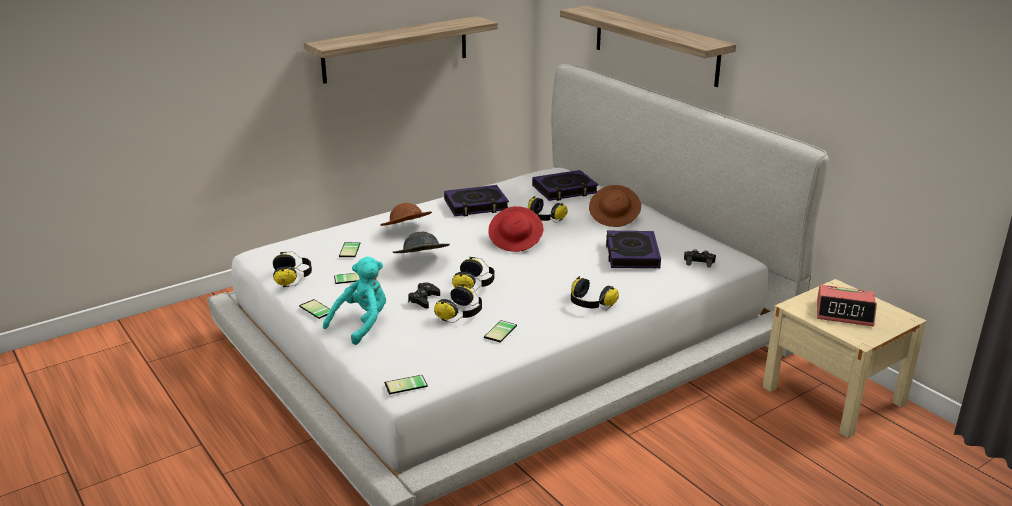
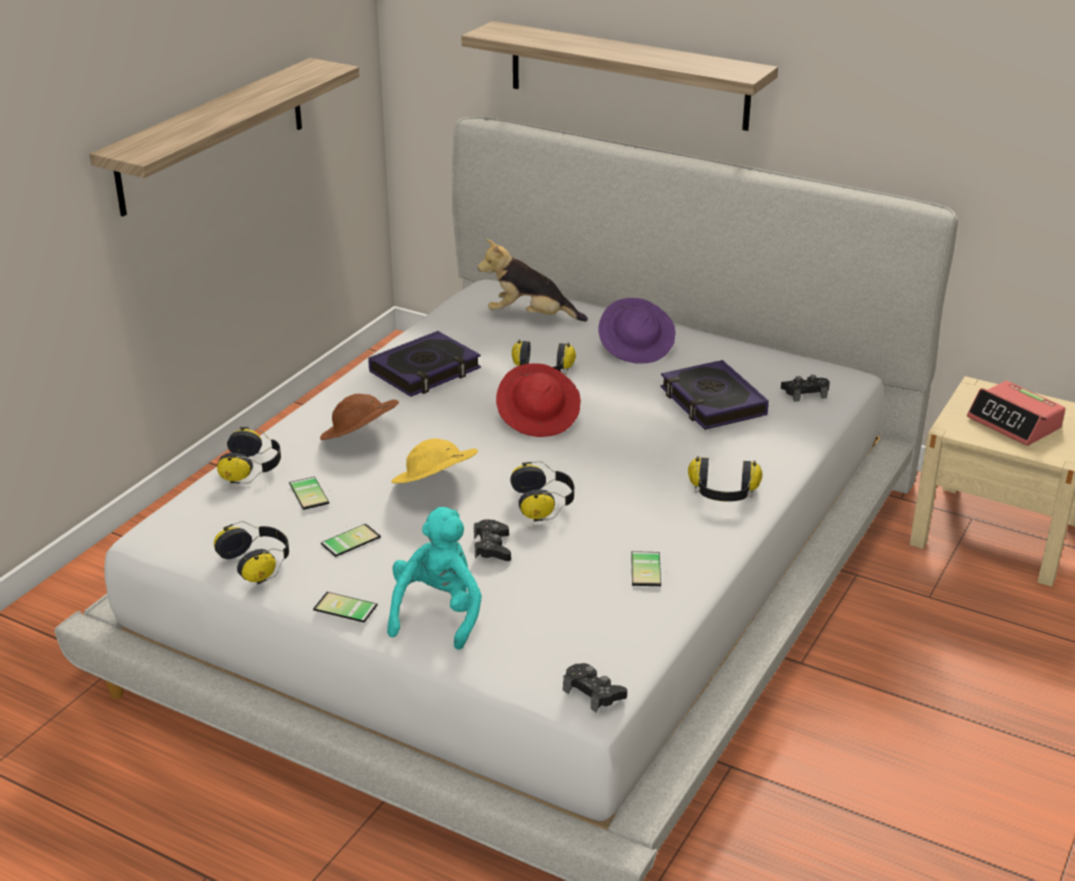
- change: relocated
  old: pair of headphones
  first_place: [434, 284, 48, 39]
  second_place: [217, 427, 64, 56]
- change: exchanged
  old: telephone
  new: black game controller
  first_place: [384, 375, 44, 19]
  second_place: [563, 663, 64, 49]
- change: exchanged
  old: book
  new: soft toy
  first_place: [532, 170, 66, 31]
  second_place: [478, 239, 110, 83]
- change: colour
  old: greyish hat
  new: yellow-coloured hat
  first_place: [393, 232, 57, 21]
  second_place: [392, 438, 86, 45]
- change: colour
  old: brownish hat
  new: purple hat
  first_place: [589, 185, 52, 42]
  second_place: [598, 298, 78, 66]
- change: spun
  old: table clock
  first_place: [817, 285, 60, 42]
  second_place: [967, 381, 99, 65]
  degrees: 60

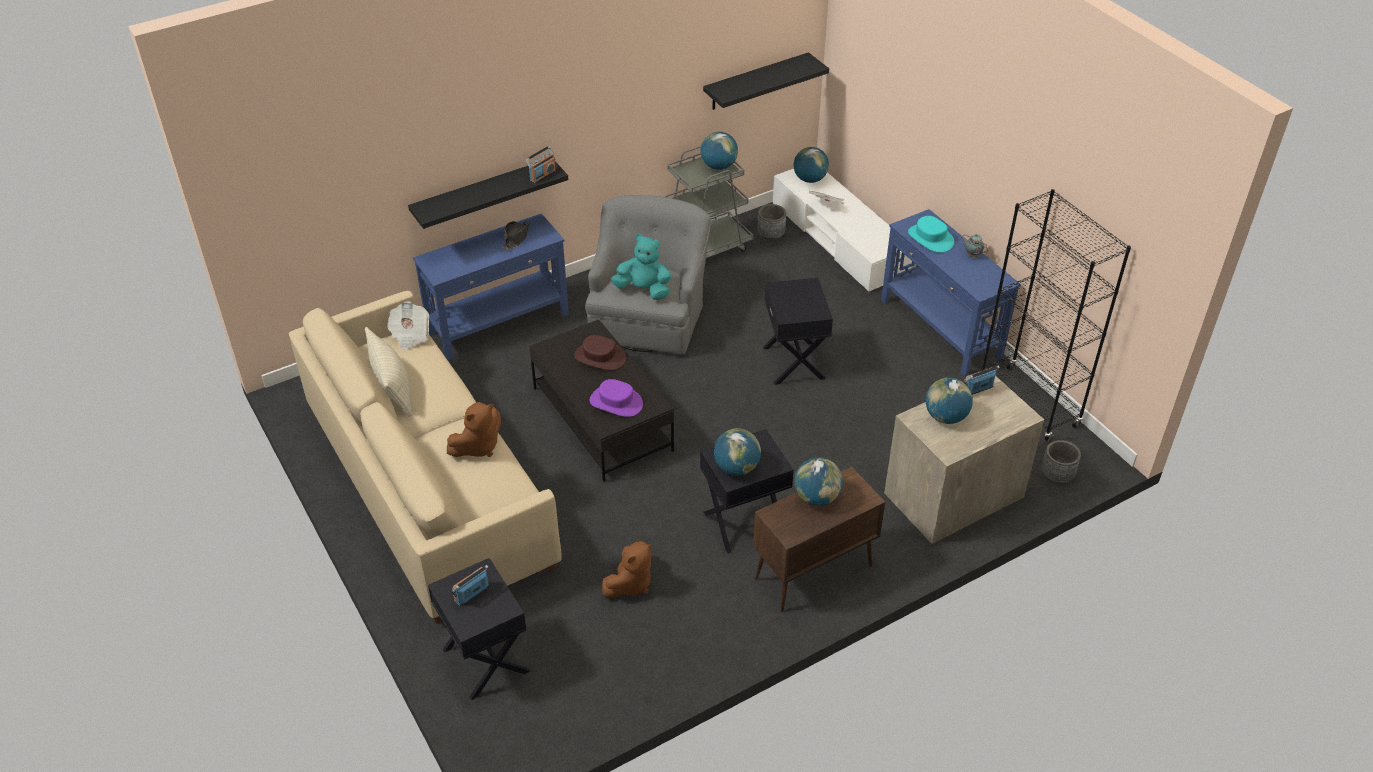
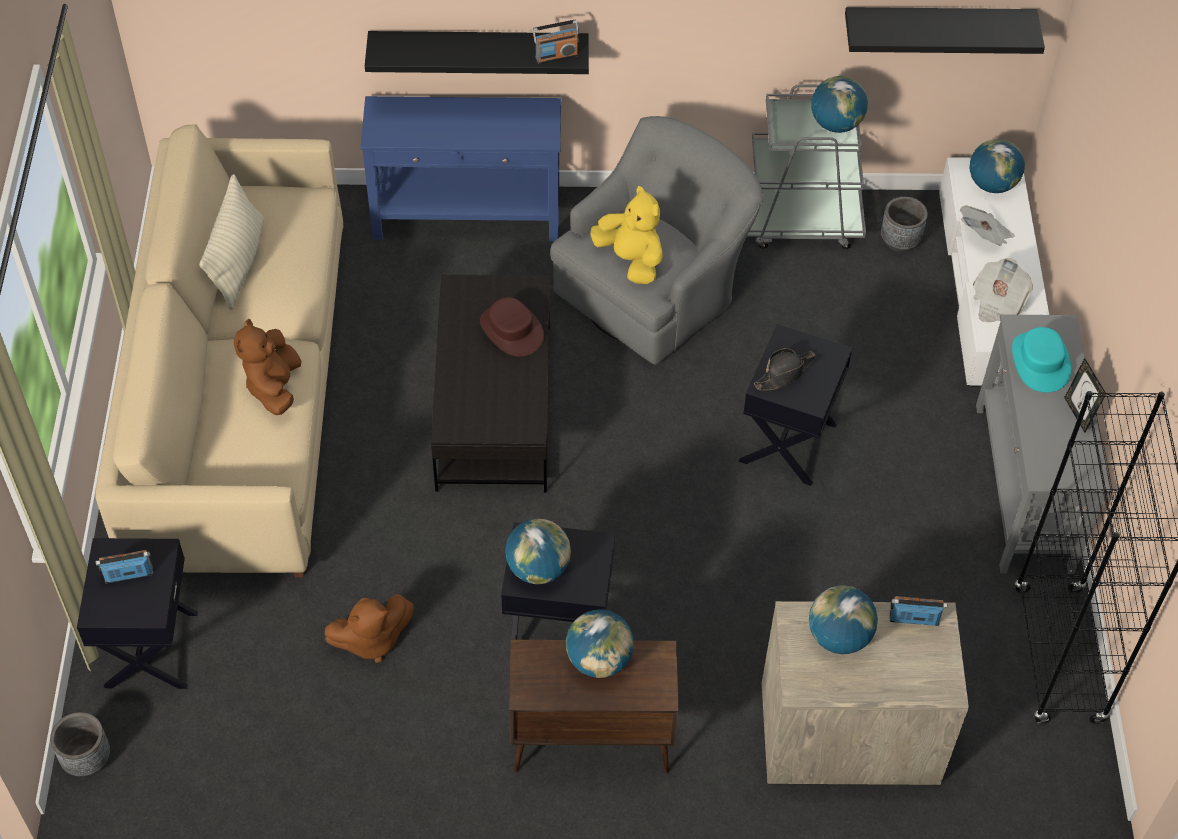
- change: missing
  old: purple hat
  first_place: [590, 379, 53, 38]
- change: relocated
  old: daily paper
  first_place: [387, 301, 42, 49]
  second_place: [973, 258, 60, 64]
- change: relocated
  old: black hat
  first_place: [502, 221, 28, 28]
  second_place: [754, 348, 62, 43]
- change: relocated
  old: greyish planter
  first_place: [1041, 440, 40, 45]
  second_place: [50, 712, 60, 64]
- change: exchanged
  old: pot for tea
  new: photo frame
  first_place: [961, 234, 27, 23]
  second_place: [1064, 358, 42, 75]
- change: colour
  old: turquoise-coloured soft toy
  new: yellow-coloured soft toy
  first_place: [611, 234, 60, 66]
  second_place: [590, 186, 73, 98]
- change: colour
  old: bluish hall table
  new: greyish hall table
  first_place: [881, 209, 140, 168]
  second_place: [976, 315, 134, 259]
- change: spun
  old: brownish soft toy
  first_place: [447, 402, 54, 55]
  second_place: [234, 319, 68, 96]
  degrees: 105

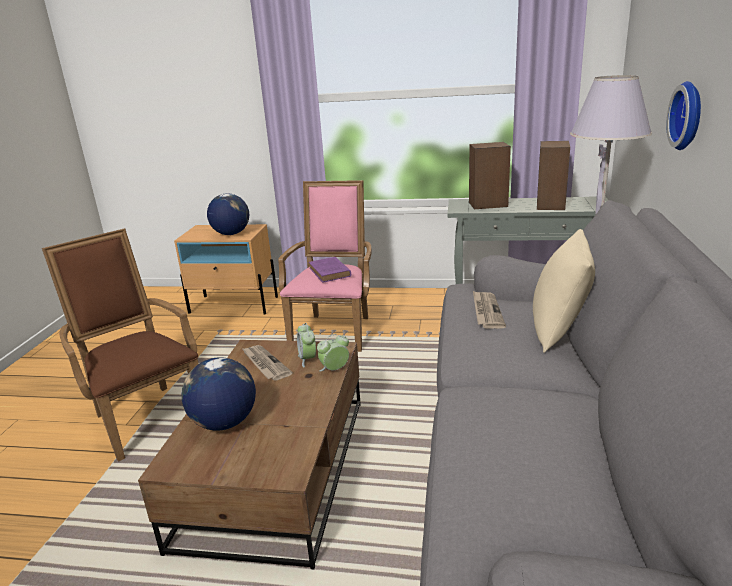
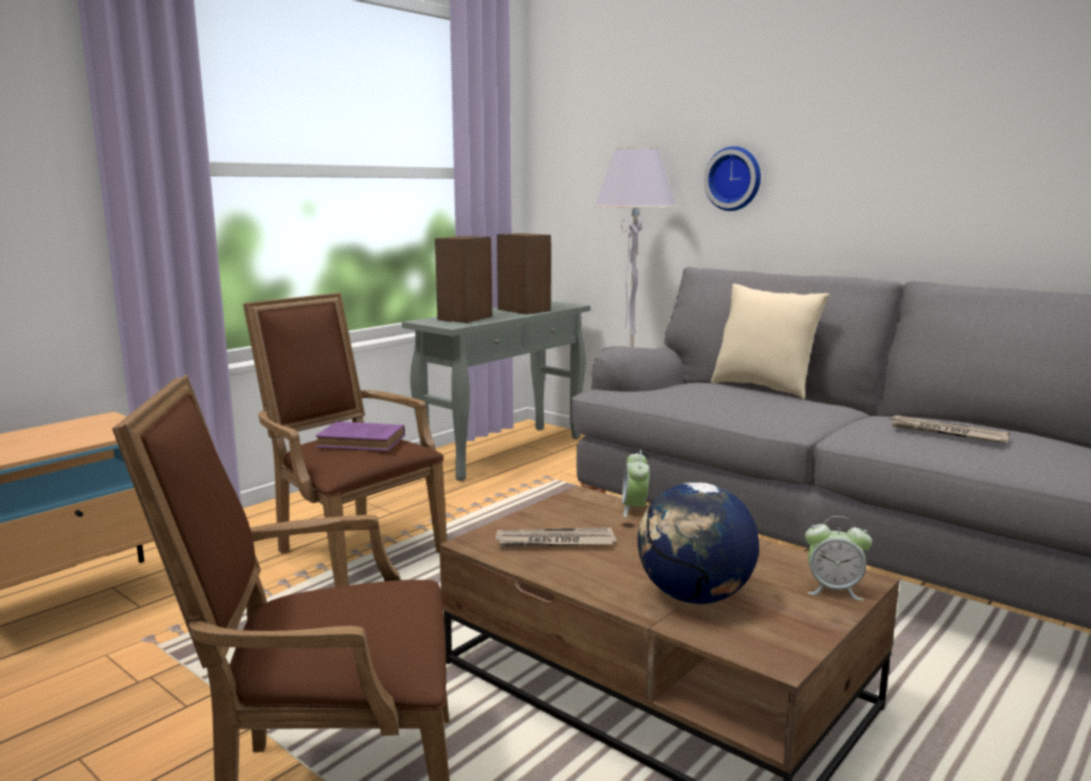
- change: missing
  old: world globe
  first_place: [207, 194, 42, 41]
- change: relocated
  old: table clock
  first_place: [297, 323, 19, 45]
  second_place: [805, 516, 67, 84]
- change: relocated
  old: daily paper
  first_place: [473, 291, 33, 38]
  second_place: [889, 415, 121, 28]
- change: colour
  old: pinkish armchair
  new: brownish armchair
  first_place: [278, 180, 94, 172]
  second_place: [243, 293, 204, 294]

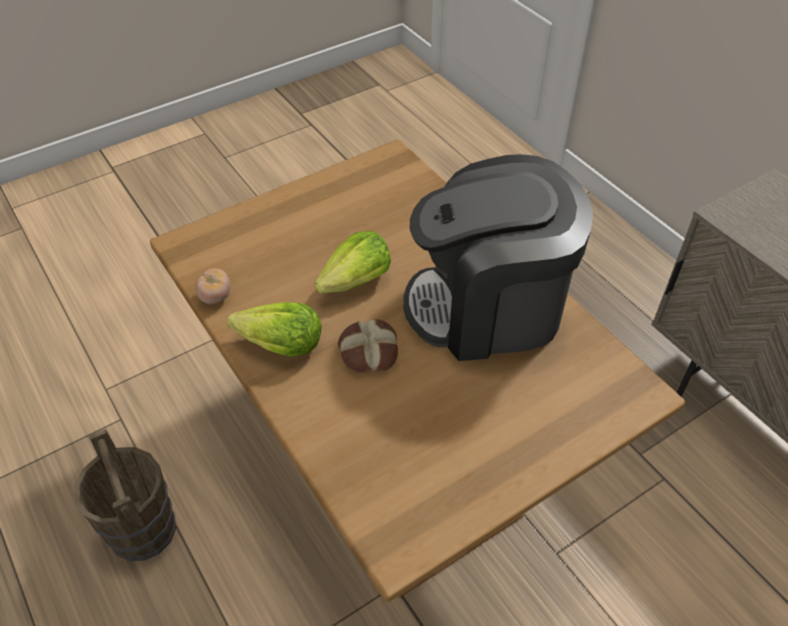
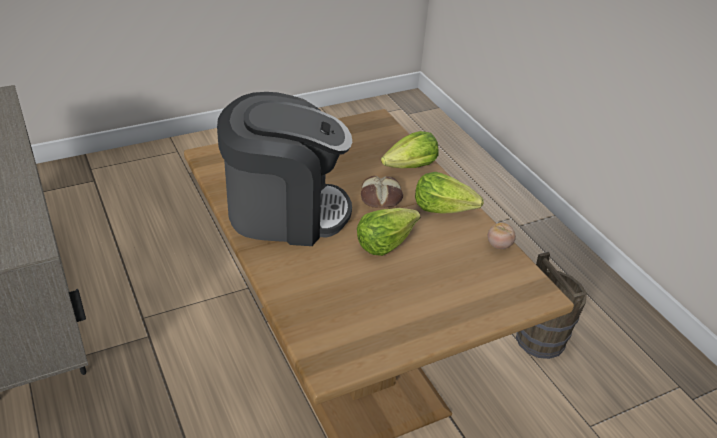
- change: appeared
  new: lettuce head
  second_place: [381, 131, 57, 37]

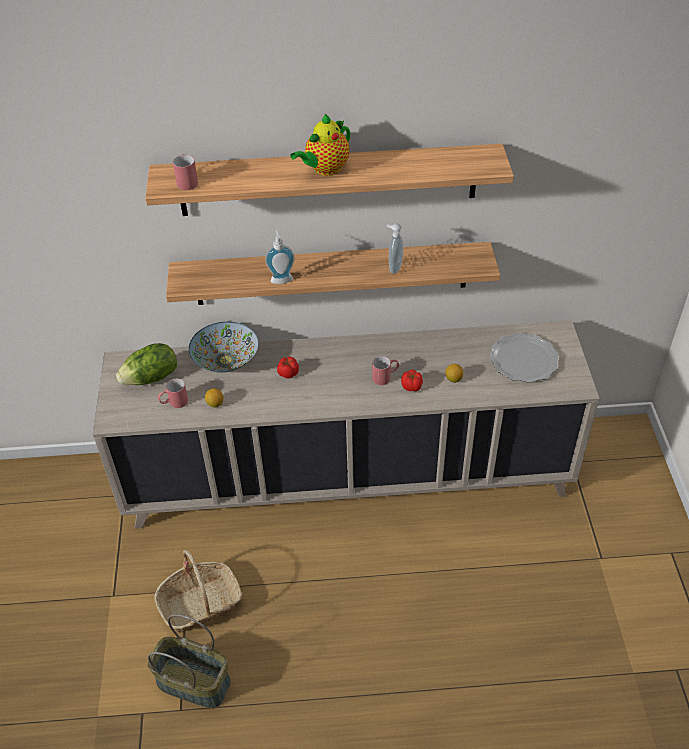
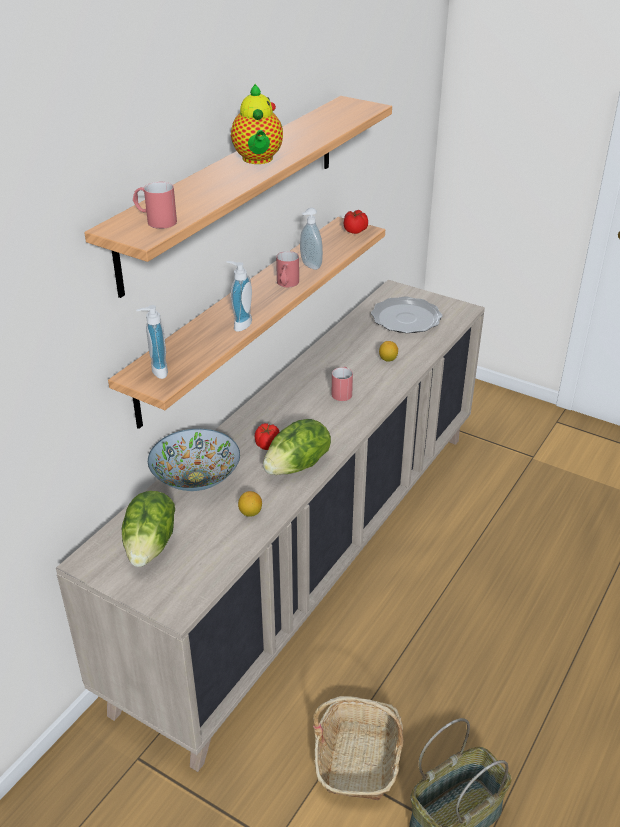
- change: appeared
  new: soap bottle
  second_place: [136, 305, 32, 74]
- change: appeared
  new: lettuce head
  second_place: [263, 419, 68, 56]
- change: relocated
  old: red-coloured mug
  first_place: [158, 379, 30, 29]
  second_place: [276, 251, 23, 36]
- change: relocated
  old: whole tomato
  first_place: [401, 370, 22, 21]
  second_place: [344, 210, 24, 24]

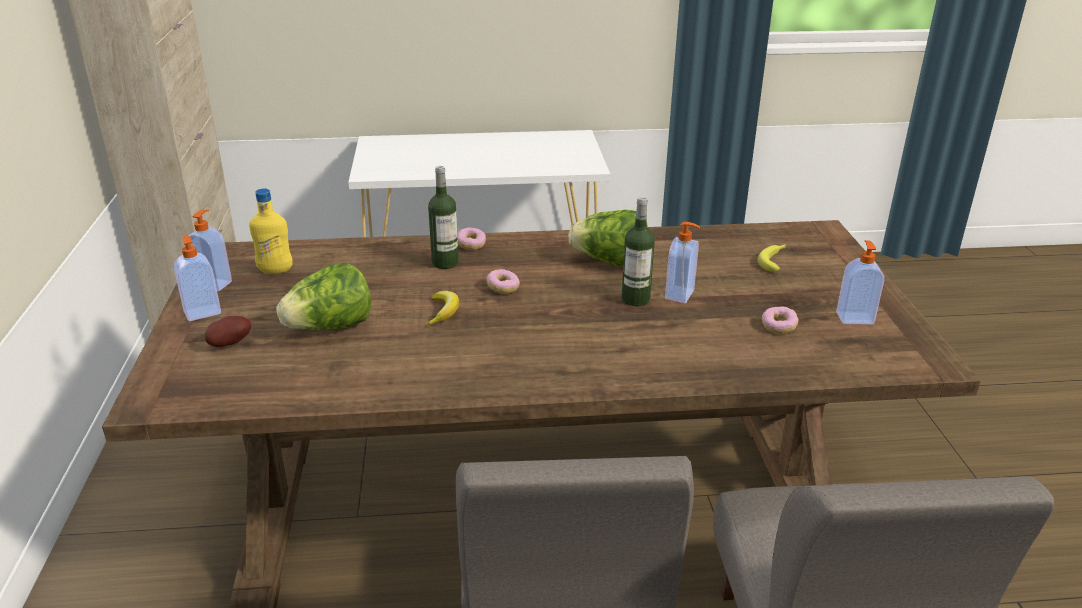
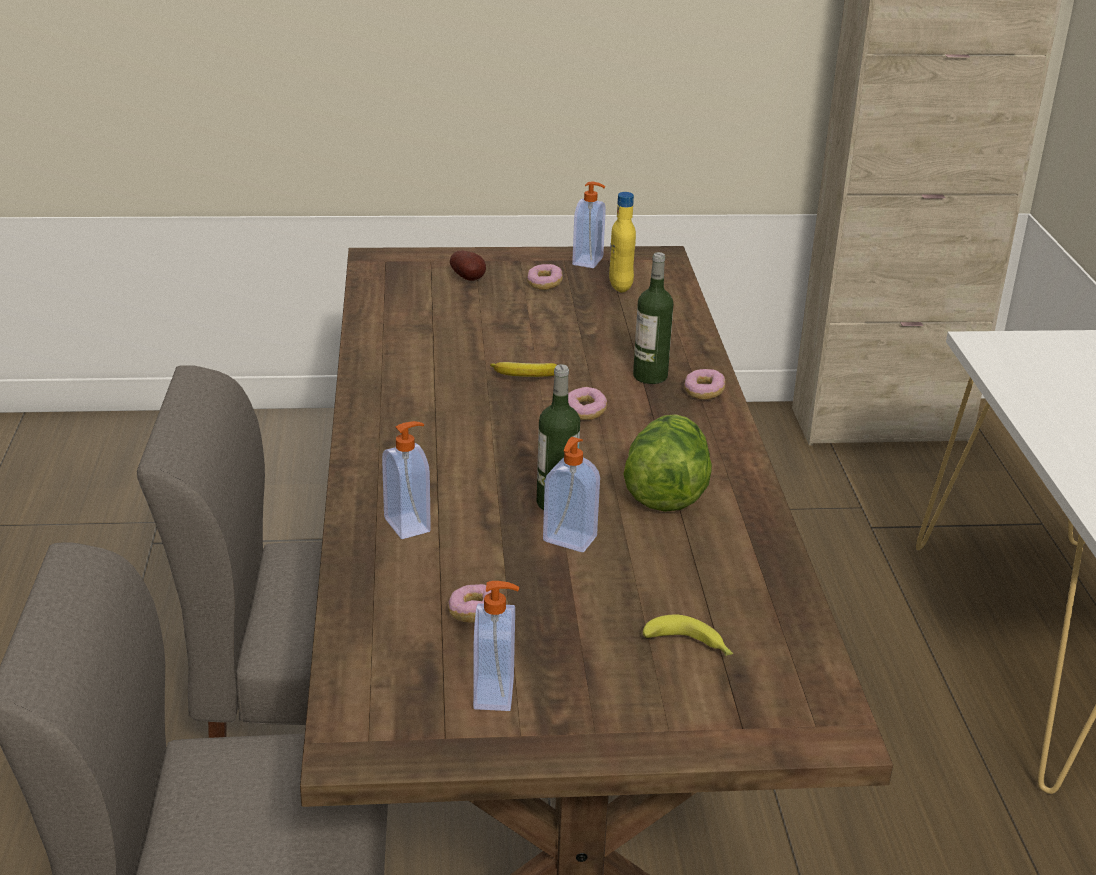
- change: missing
  old: lettuce head
  first_place: [276, 263, 96, 67]
- change: appeared
  new: donut
  second_place: [527, 264, 36, 26]
- change: relocated
  old: soap bottle
  first_place: [174, 235, 47, 86]
  second_place: [382, 421, 49, 118]

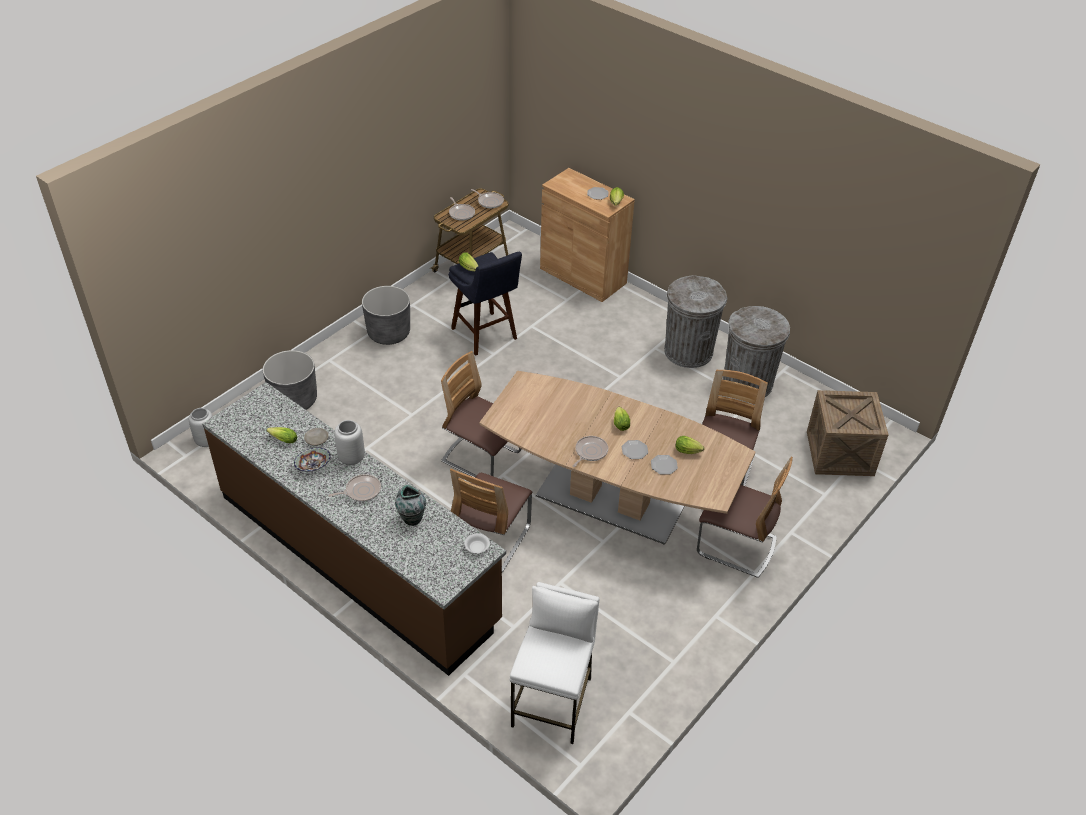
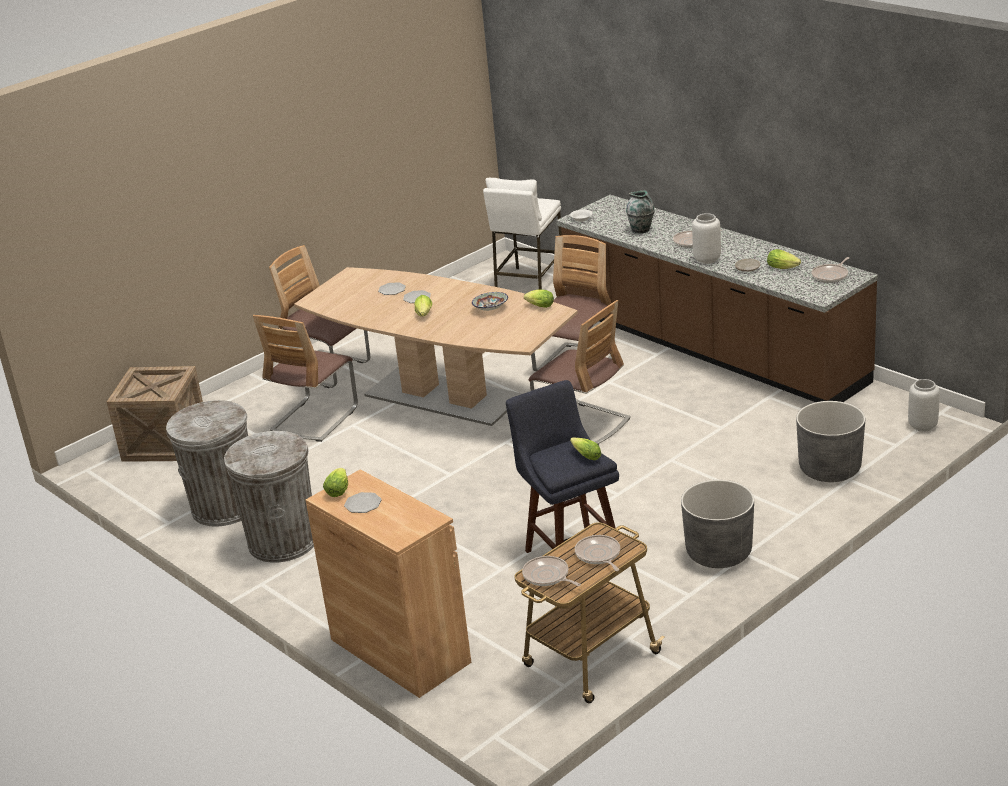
- change: relocated
  old: serving bowl
  first_place: [294, 448, 37, 24]
  second_place: [472, 292, 36, 19]
- change: relocated
  old: pan
  first_place: [572, 436, 36, 31]
  second_place: [811, 257, 38, 26]
- change: relocated
  old: lettuce head
  first_place: [676, 436, 28, 18]
  second_place: [524, 289, 30, 19]

